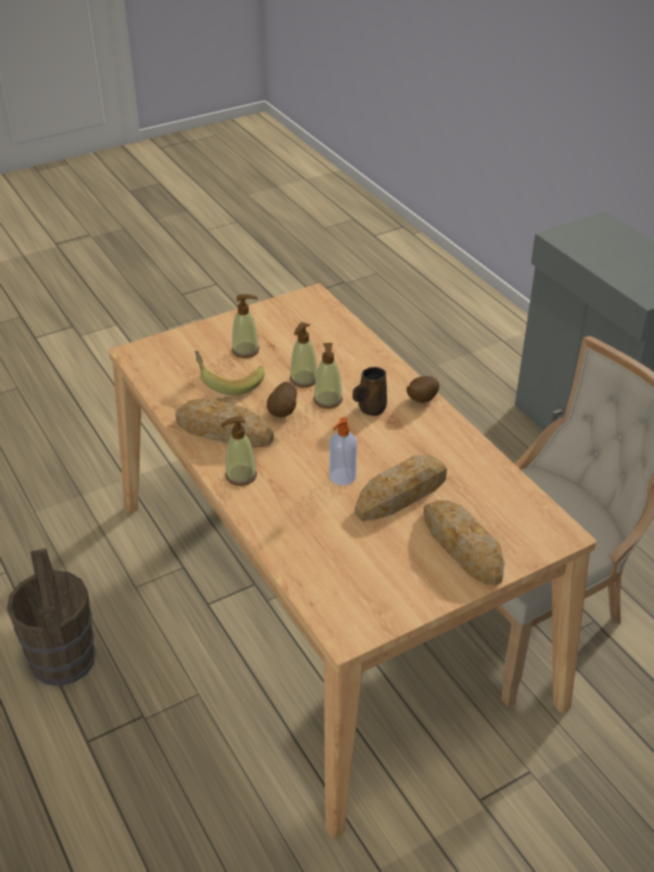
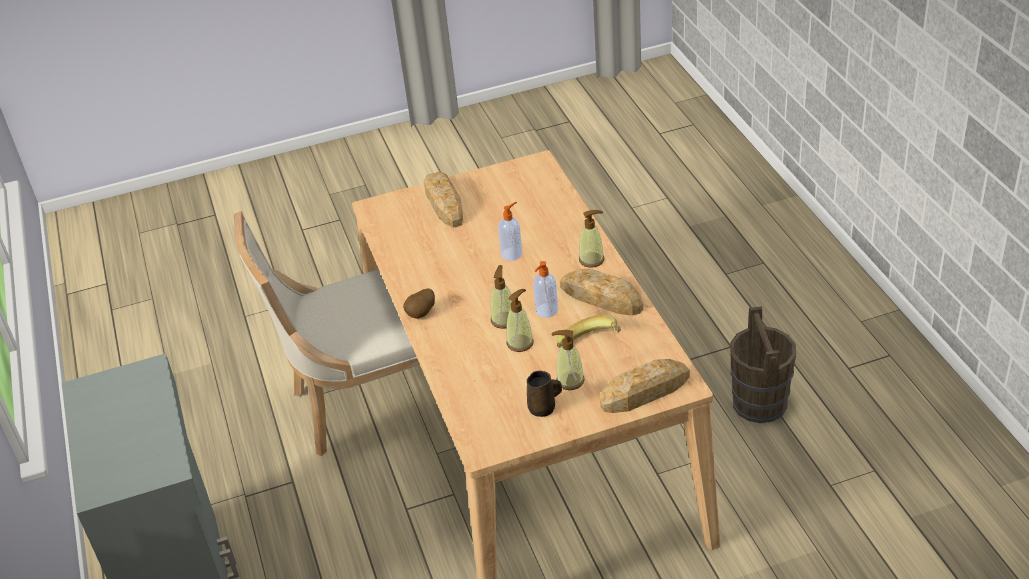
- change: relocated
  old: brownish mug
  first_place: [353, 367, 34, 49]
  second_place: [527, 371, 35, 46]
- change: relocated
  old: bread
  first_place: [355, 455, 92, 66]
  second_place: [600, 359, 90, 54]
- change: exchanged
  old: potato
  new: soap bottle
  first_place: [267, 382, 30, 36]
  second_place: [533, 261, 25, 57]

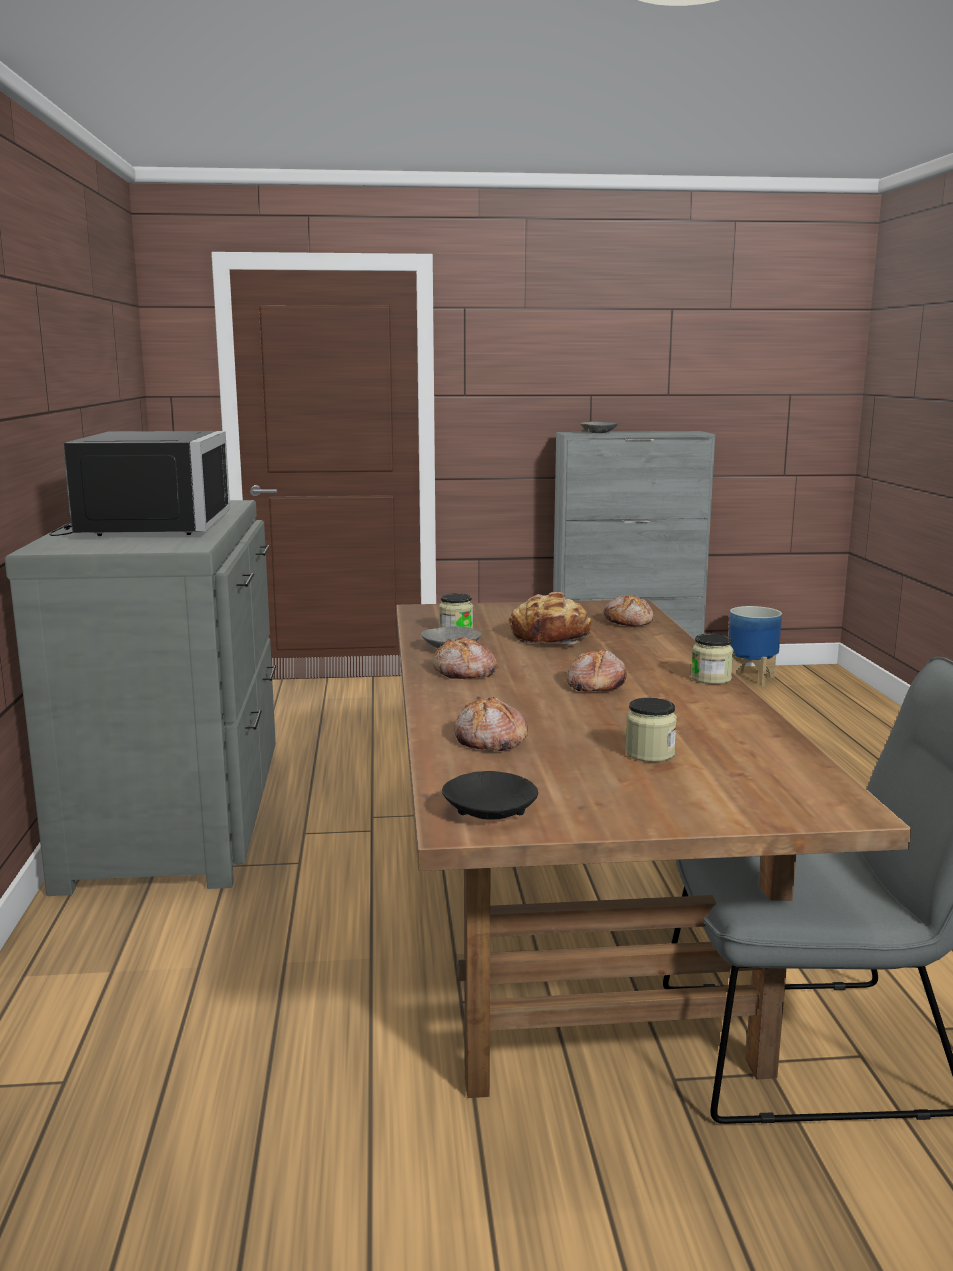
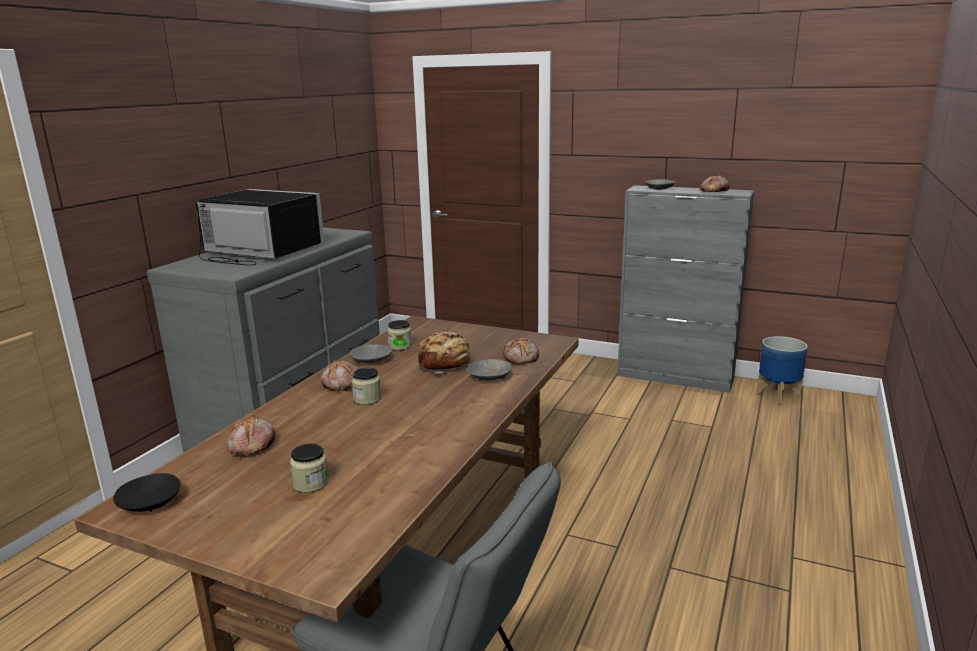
- change: appeared
  new: greyish serving bowl
  second_place: [467, 359, 45, 22]
- change: relocated
  old: bread
  first_place: [567, 648, 60, 44]
  second_place: [700, 175, 29, 17]
- change: relocated
  old: storage jar
  first_place: [691, 634, 42, 50]
  second_place: [352, 367, 30, 38]
- change: spun
  old: black microwave
  first_place: [49, 431, 181, 105]
  second_place: [195, 189, 130, 76]
  degrees: -90

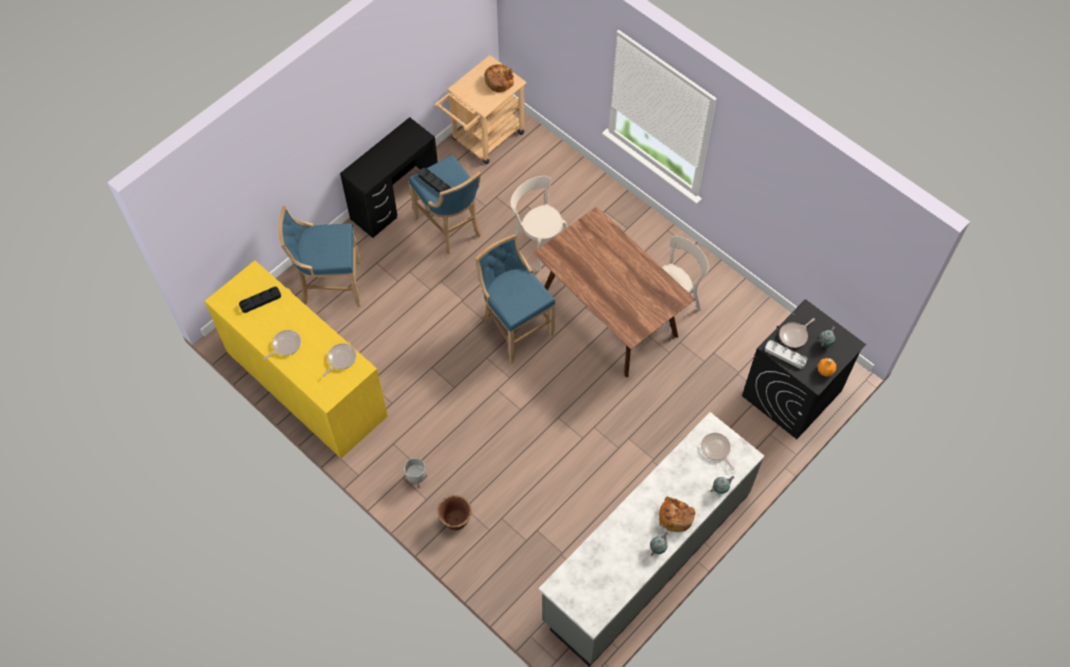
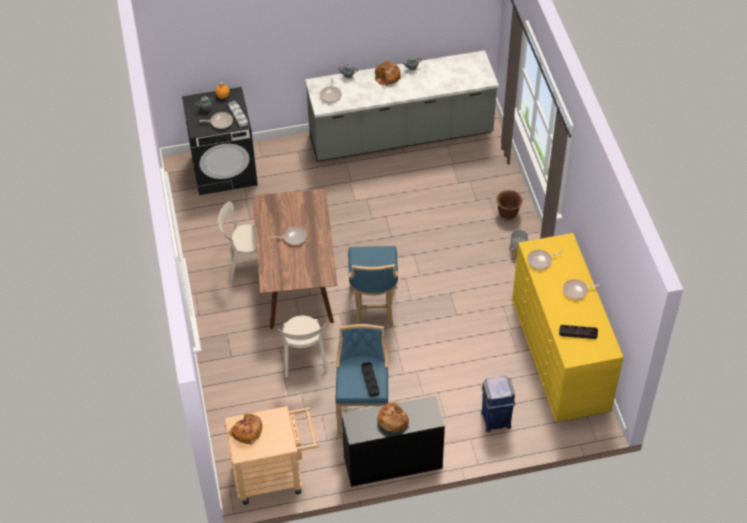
- change: appeared
  new: pan
  second_place: [271, 226, 36, 19]
- change: appeared
  new: bread
  second_place: [377, 402, 32, 30]
- change: exchanged
  old: bluish sitting stool
  new: bluish waste bin
  first_place: [278, 206, 83, 101]
  second_place: [481, 376, 34, 56]

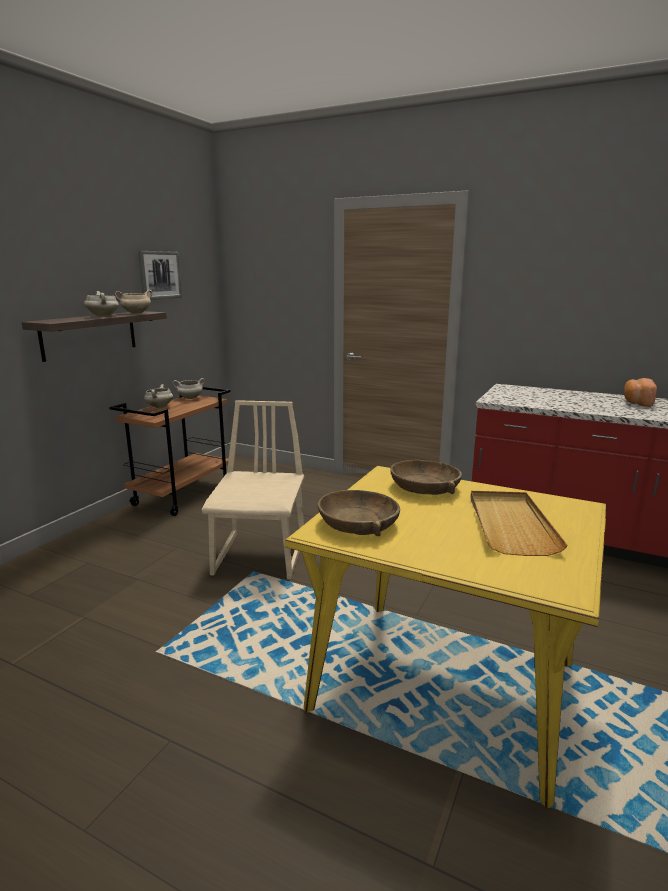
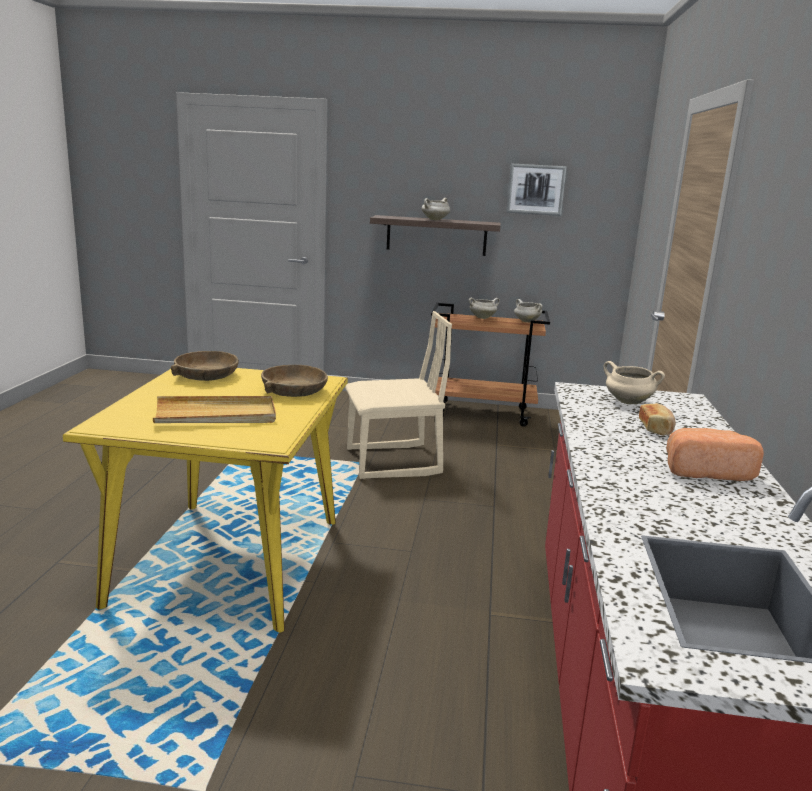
- change: appeared
  new: bread
  second_place: [639, 403, 36, 33]
- change: relocated
  old: sand-coloured cooking pot
  first_place: [115, 290, 38, 24]
  second_place: [604, 361, 61, 43]

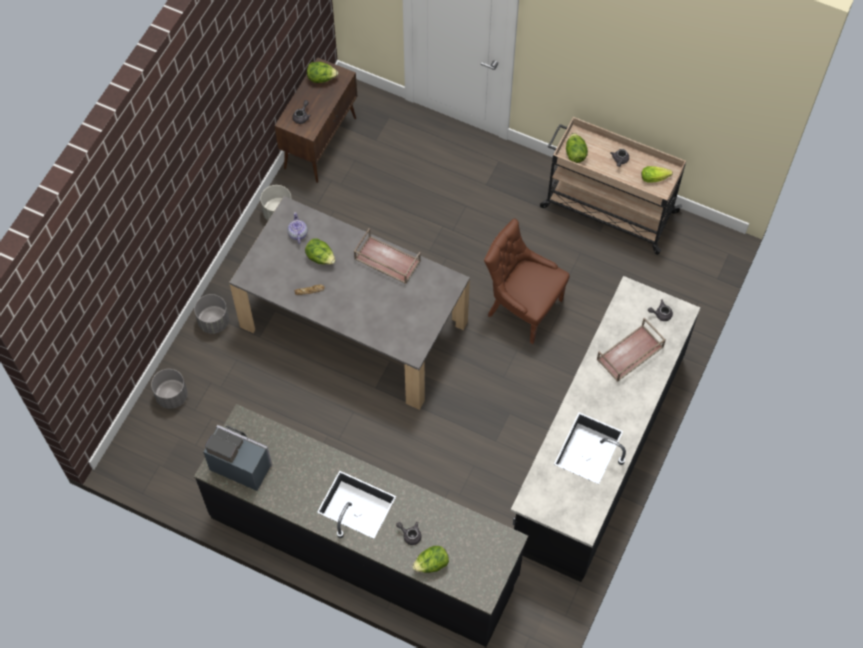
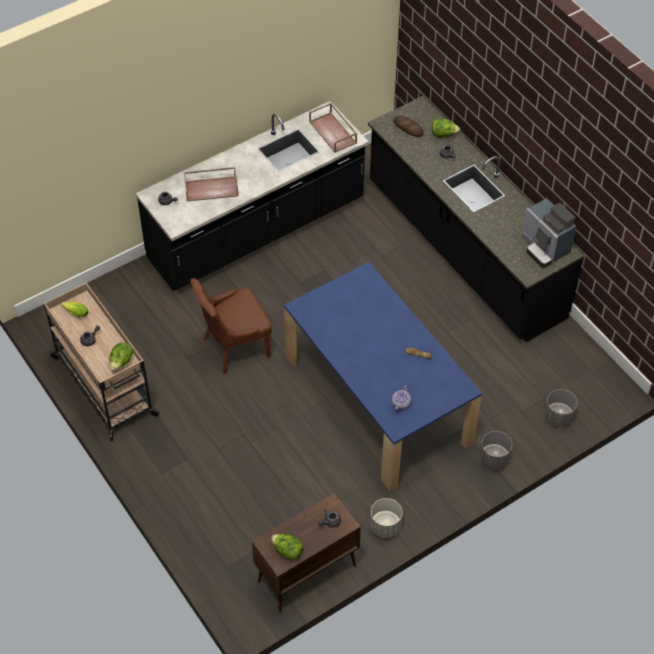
- change: missing
  old: lettuce head
  first_place: [305, 238, 30, 26]
- change: appeared
  new: bread
  second_place: [393, 116, 30, 21]
- change: relocated
  old: brownish tray
  first_place: [354, 228, 67, 56]
  second_place: [309, 103, 48, 50]
- change: colour
  old: greyish kitchen table
  new: bluish kitchen table
  first_place: [229, 196, 241, 214]
  second_place: [284, 262, 198, 230]
- change: spun
  old: brownish chair
  first_place: [484, 218, 86, 126]
  second_place: [190, 278, 82, 96]
  degrees: 90

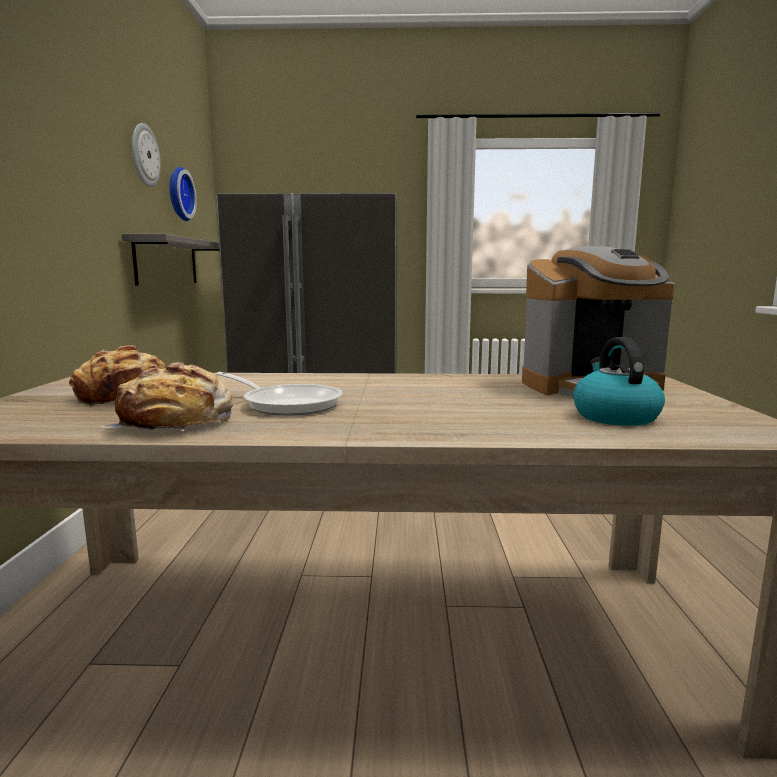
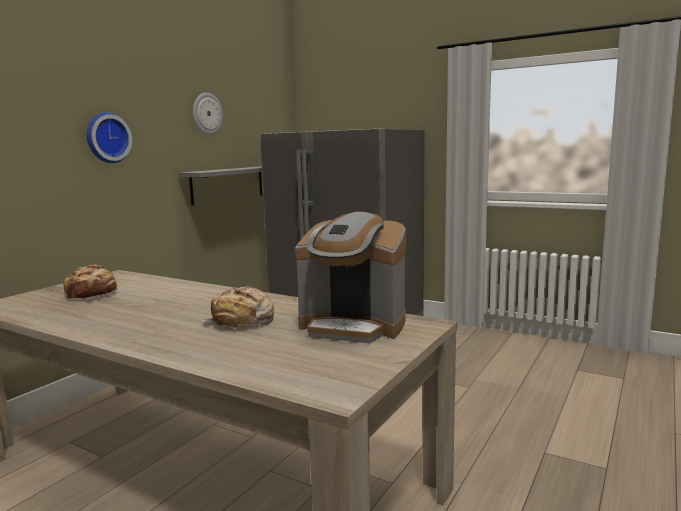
- change: missing
  old: pan
  first_place: [216, 372, 127, 44]
- change: missing
  old: water kettle
  first_place: [573, 337, 92, 89]
- change: relocated
  old: bread
  first_place: [100, 362, 133, 69]
  second_place: [202, 285, 72, 44]
- change: relocated
  old: clock on the wall
  first_place: [169, 167, 28, 54]
  second_place: [87, 112, 45, 51]

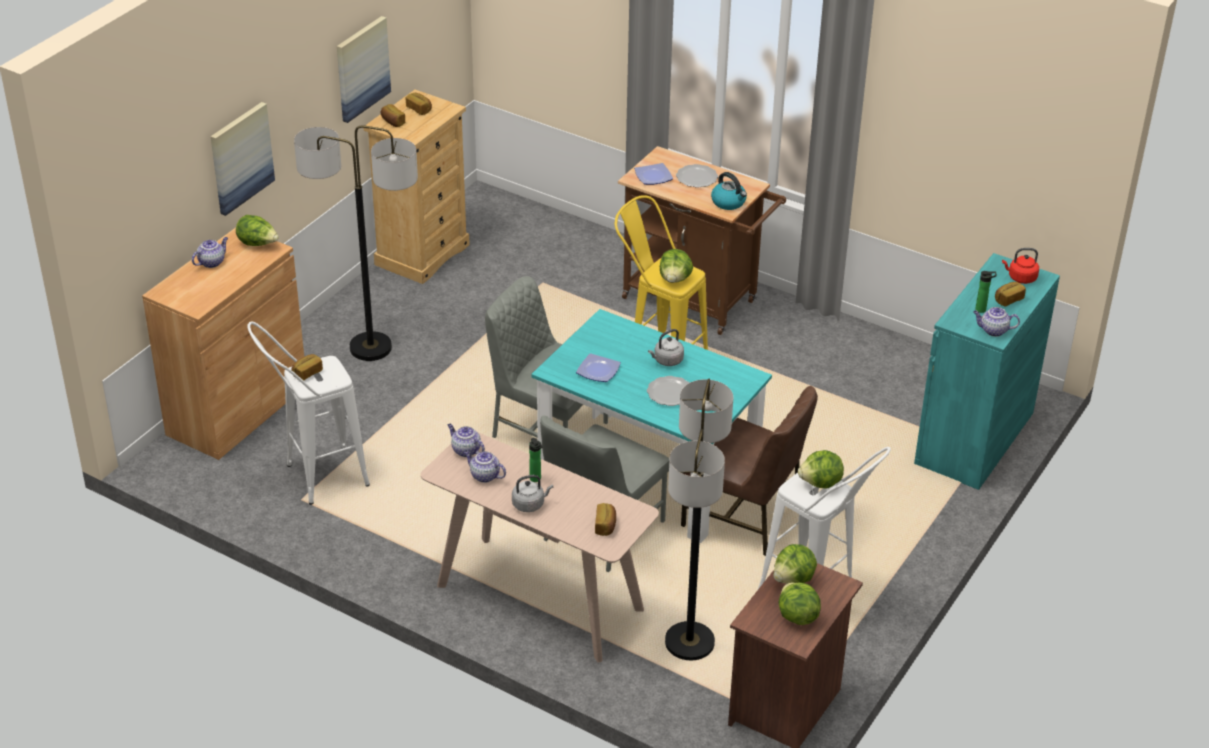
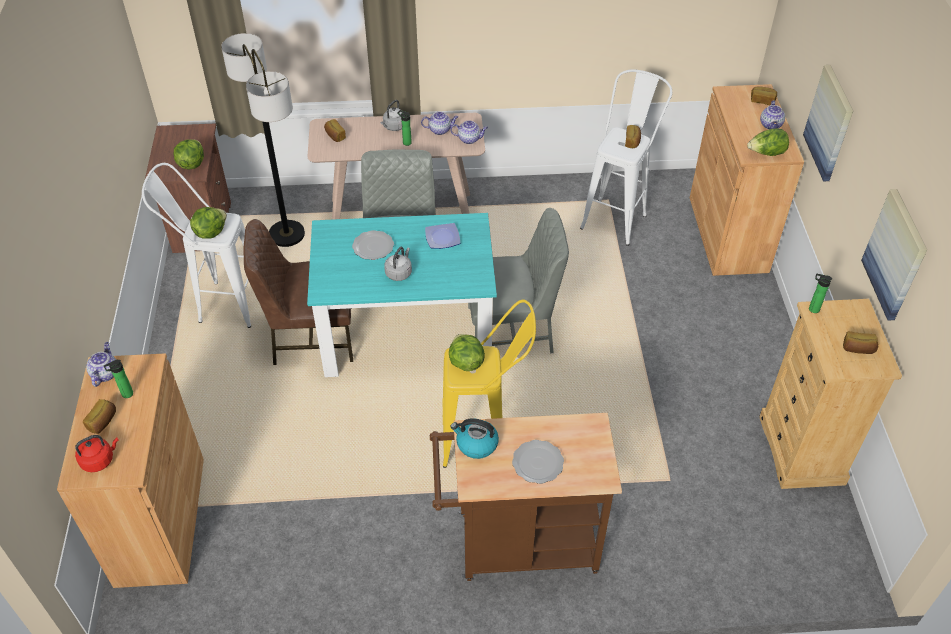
- change: missing
  old: standard lamp
  first_place: [294, 125, 124, 236]
- change: missing
  old: plate
  first_place: [634, 163, 39, 22]
- change: missing
  old: lettuce head
  first_place: [779, 582, 42, 43]
- change: appeared
  new: drink bottle
  second_place: [809, 274, 23, 39]
- change: relocated
  old: bread
  first_place: [381, 104, 24, 23]
  second_place: [751, 87, 26, 18]
- change: colour
  old: turquoise-coloured cabinet
  new: brownish cabinet
  first_place: [914, 253, 146, 237]
  second_place: [57, 353, 147, 235]
- change: spun
  old: pot for tea
  first_place: [973, 307, 47, 30]
  second_place: [86, 342, 30, 45]
  degrees: -60

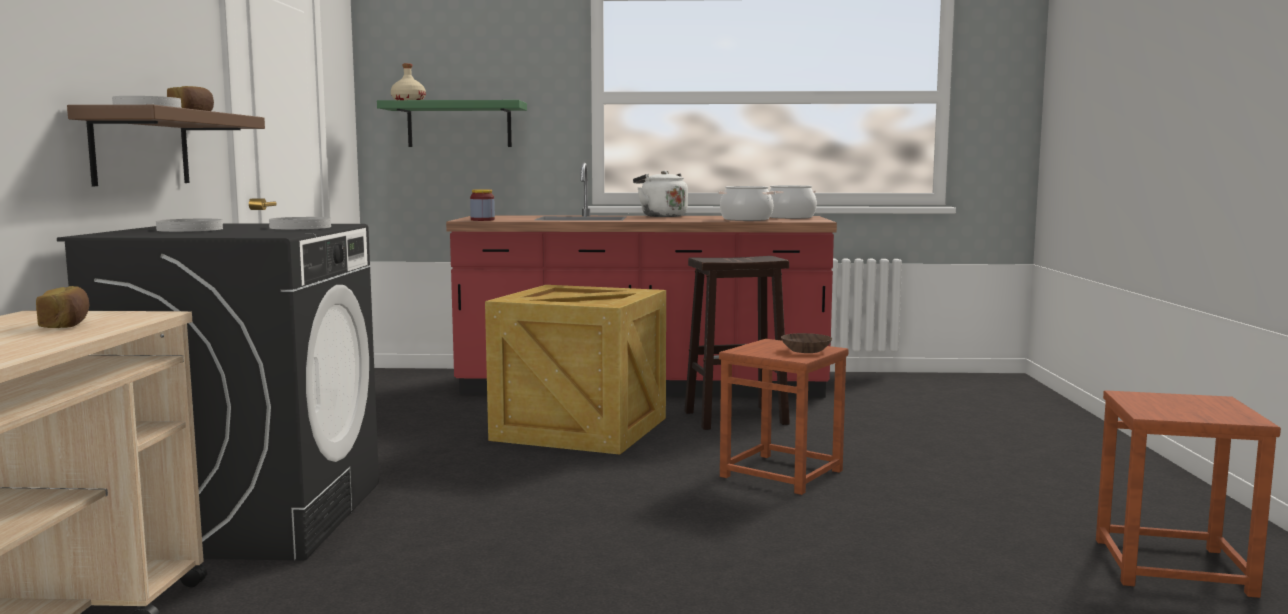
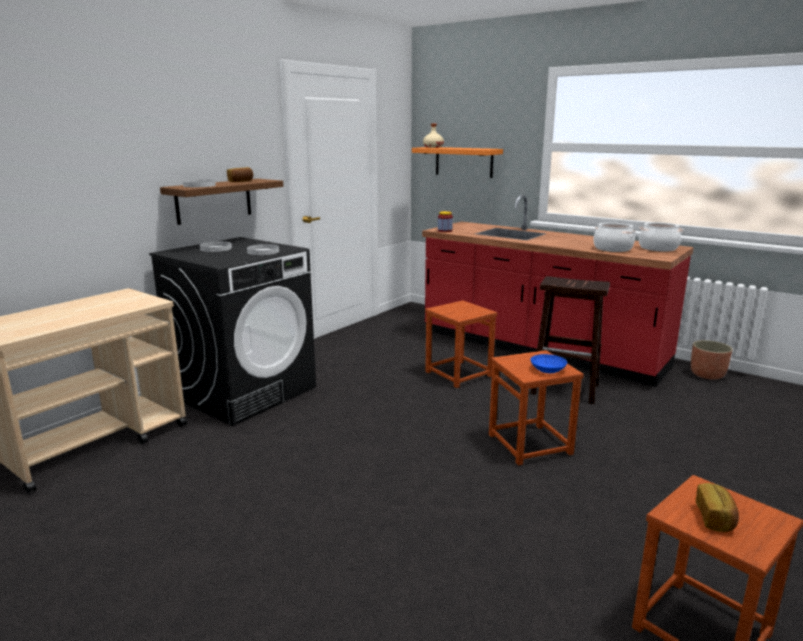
- change: missing
  old: white-coloured water kettle
  first_place: [633, 171, 55, 46]
- change: appeared
  new: planter
  second_place: [691, 340, 42, 39]
- change: relocated
  old: bread
  first_place: [36, 286, 53, 42]
  second_place: [696, 483, 43, 49]
- change: exchanged
  old: crate
  new: brownish sitting stool
  first_place: [485, 285, 181, 170]
  second_place: [425, 301, 72, 87]
- change: colour
  old: green bracket shelf
  new: orange bracket shelf
  first_place: [377, 100, 150, 47]
  second_place: [412, 147, 91, 31]
- change: colour
  old: brownish serving bowl
  new: bluish serving bowl
  first_place: [781, 333, 51, 20]
  second_place: [530, 354, 37, 19]

